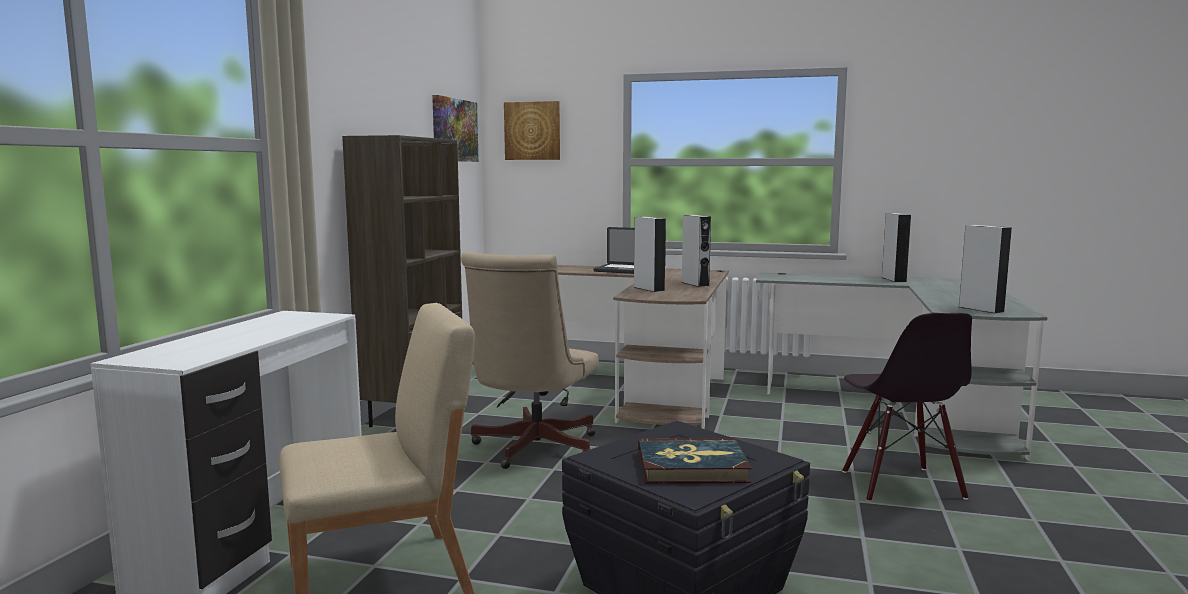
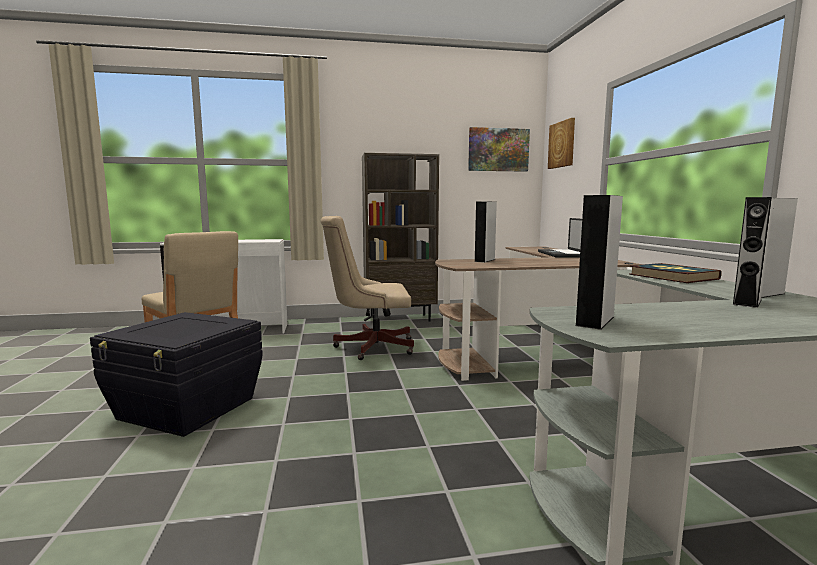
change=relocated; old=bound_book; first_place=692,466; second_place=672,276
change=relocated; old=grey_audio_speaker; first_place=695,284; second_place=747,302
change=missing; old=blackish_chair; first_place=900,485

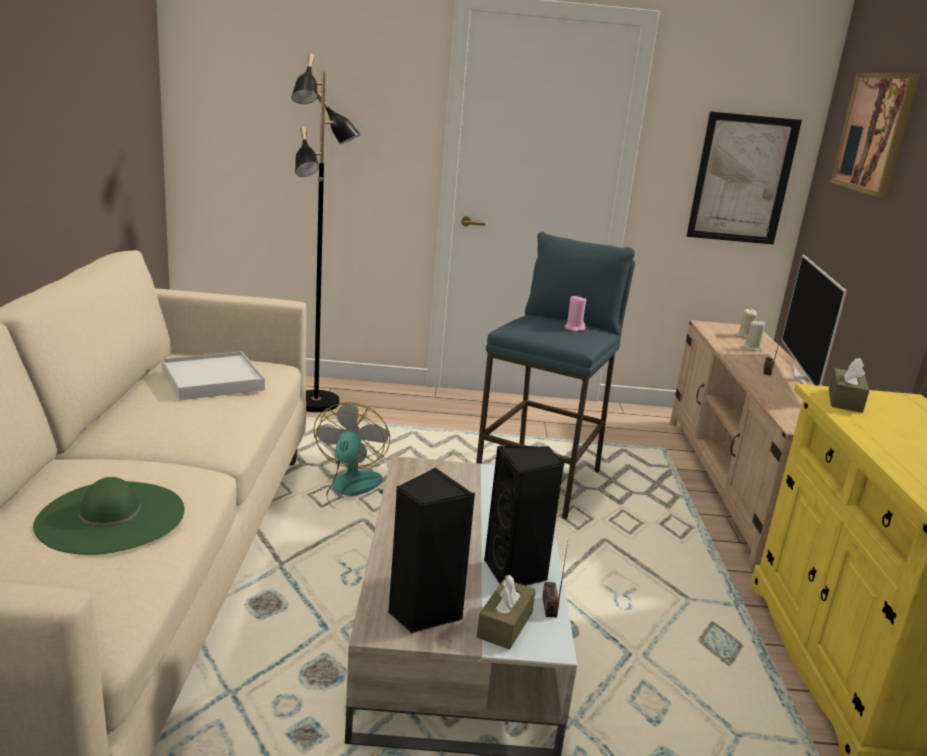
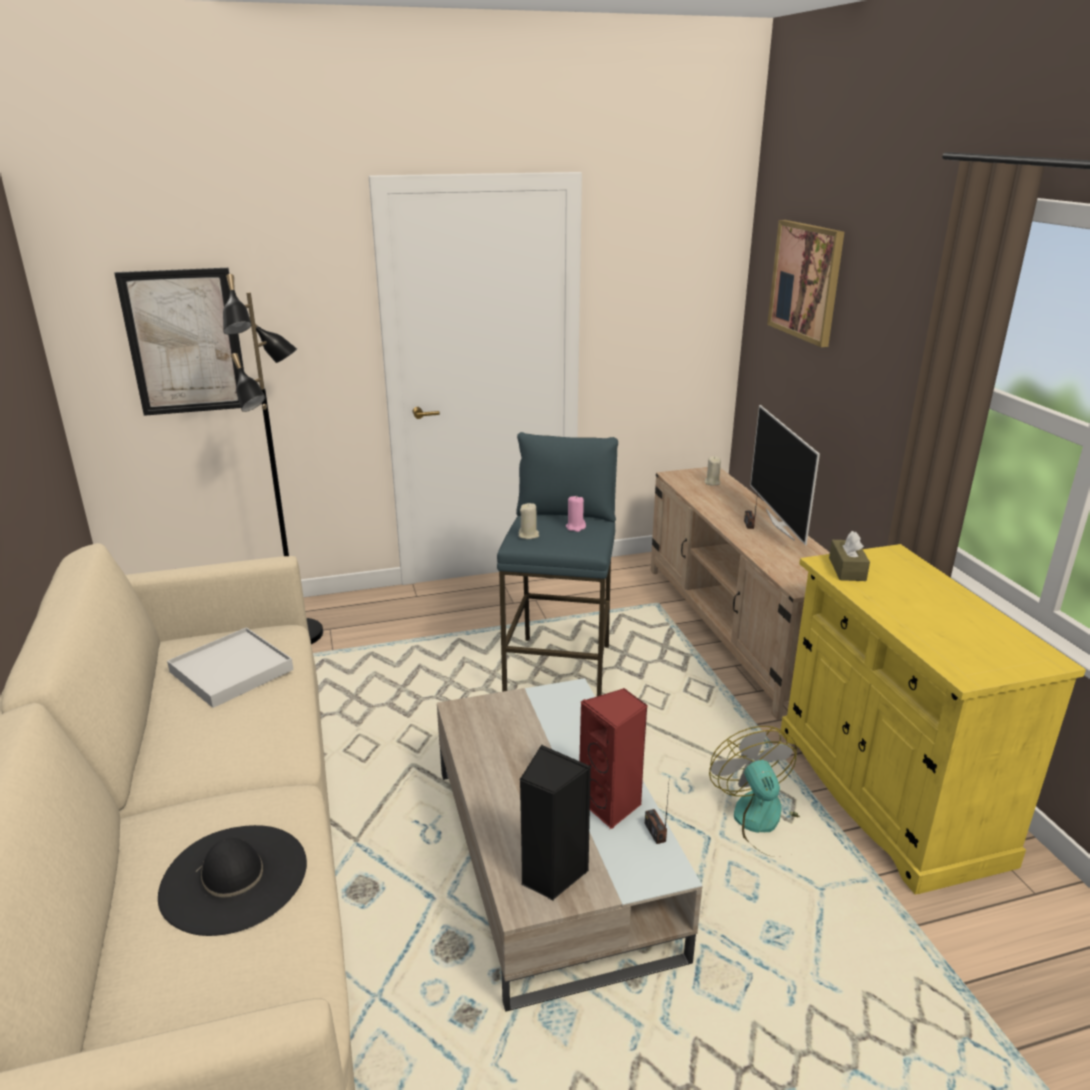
change=relocated; old=picture; first_place=742,179; second_place=185,342
change=colour; old=green_clothing_hat; new=blackish_clothing_hat; first_place=111,517; second_place=234,878
change=relocated; old=sand-coloured_candle; first_place=752,348; second_place=529,535
change=colour; old=blackish_audio_speaker; new=red_audio_speaker; first_place=516,573; second_place=612,805
change=relocated; old=fan; first_place=354,492; second_place=765,823
change=missing; old=brown_tissue_holder; first_place=505,624

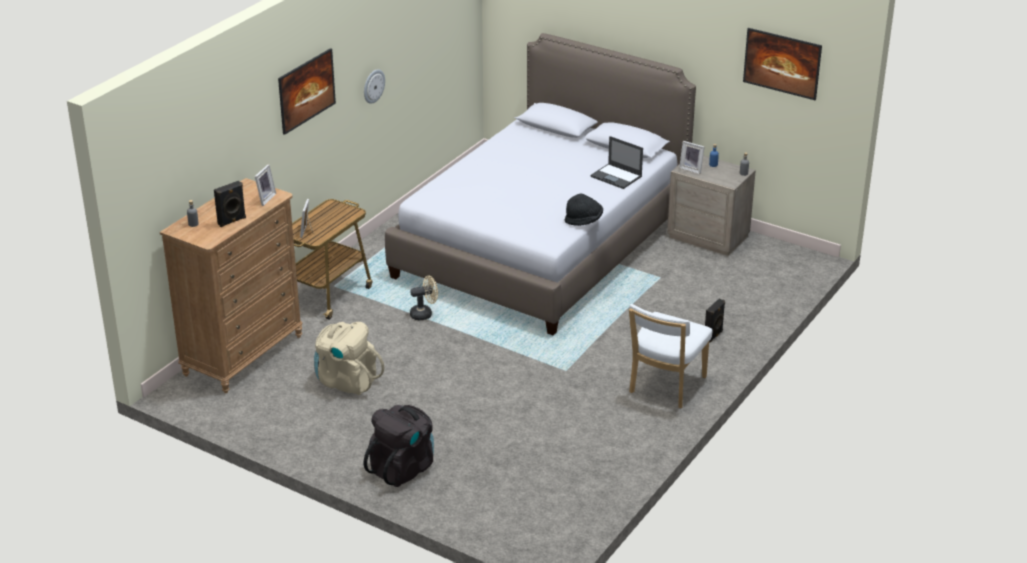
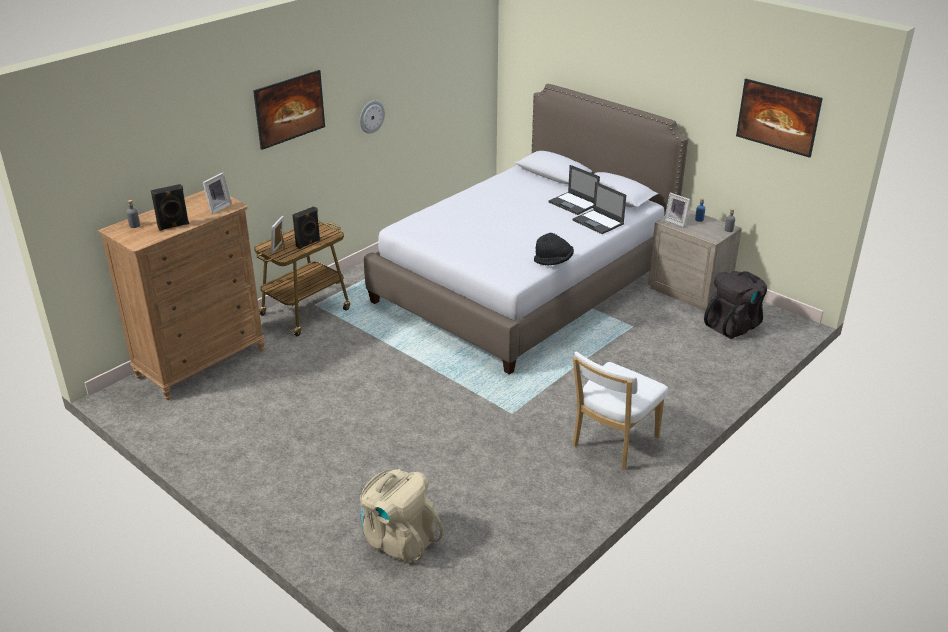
change=relocated; old=blackish_audio_speaker; first_place=713,336; second_place=308,243
change=relocated; old=sand-coloured_rucksack; first_place=346,381; second_place=398,540
change=appeared; new=laptop; second_place=573,204
change=relocated; old=blackish_rucksack; first_place=403,468; second_place=733,325
change=missing; old=sand-coloured_fan; first_place=424,314

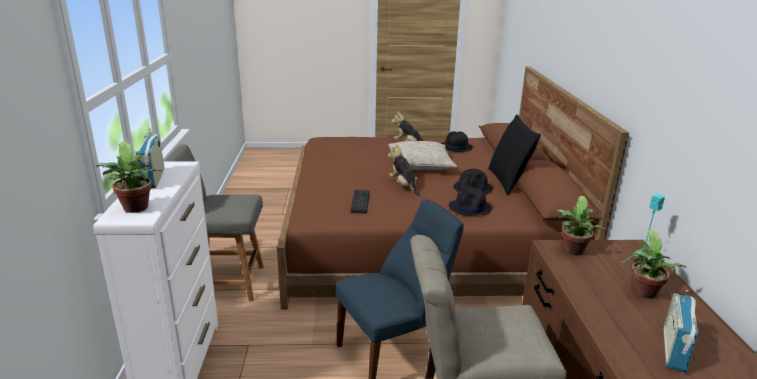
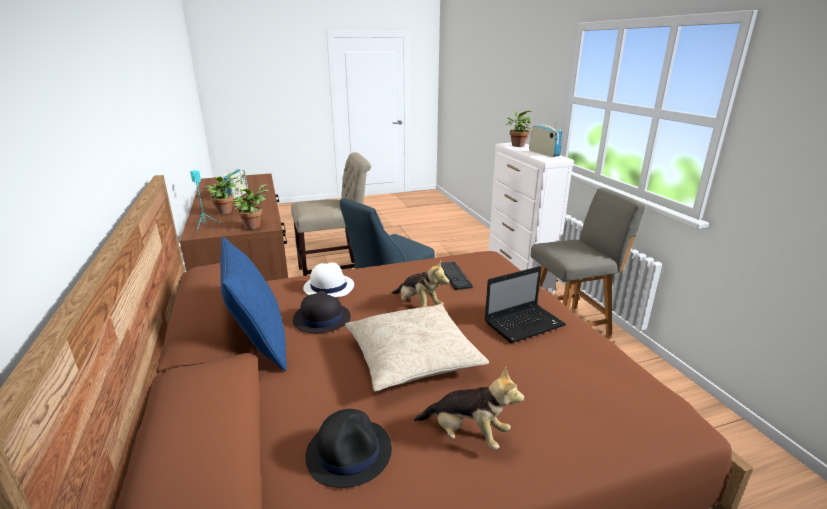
change=colour; old=blackish_pillow; new=blue-coloured_pillow; first_place=508,181; second_place=259,344
change=colour; old=blackish_clothing_hat; new=white_clothing_hat; first_place=470,208; second_place=328,287
change=appeared; new=laptop; second_place=525,323

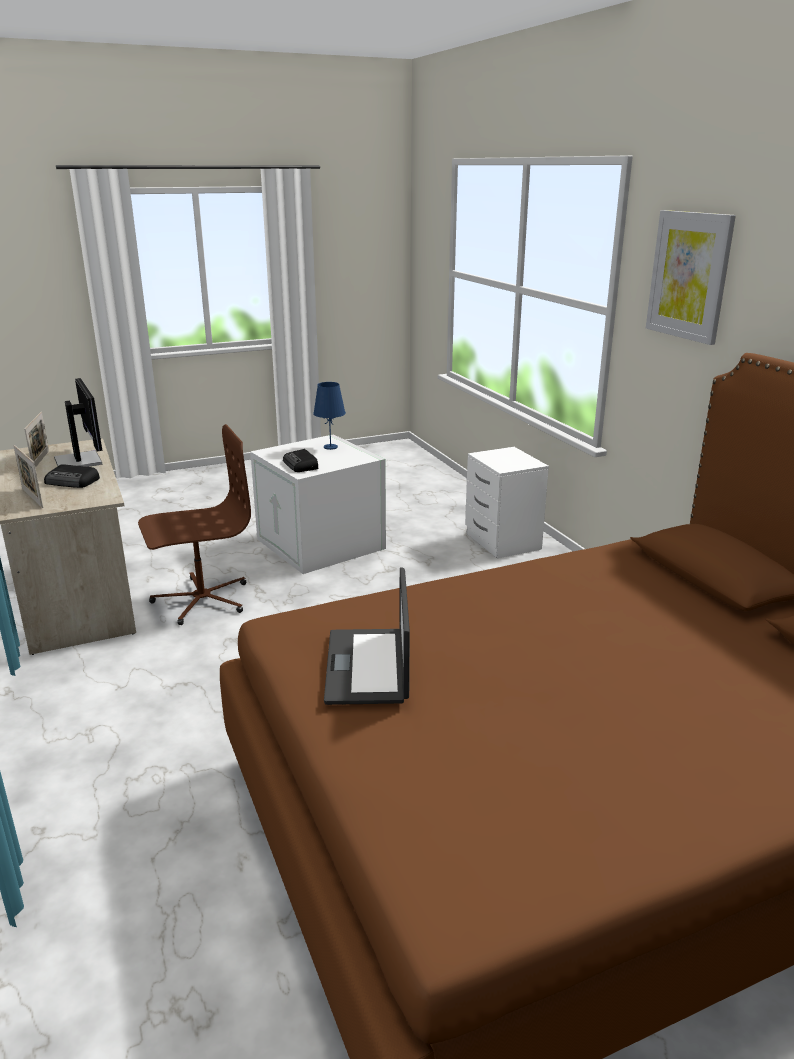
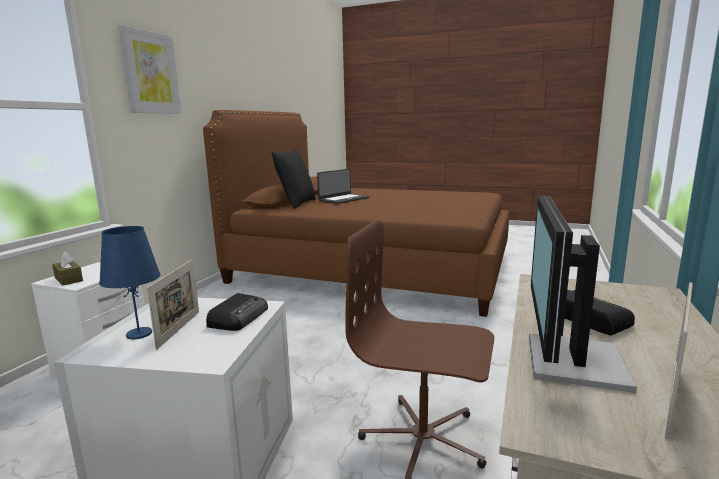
change=appeared; new=brown_tissue_holder; second_place=68,279
change=relocated; old=photo_frame; first_place=32,498; second_place=179,329
change=appeared; new=blackish_pillow; second_place=296,204
change=relocated; old=laptop; first_place=369,666; second_place=343,199

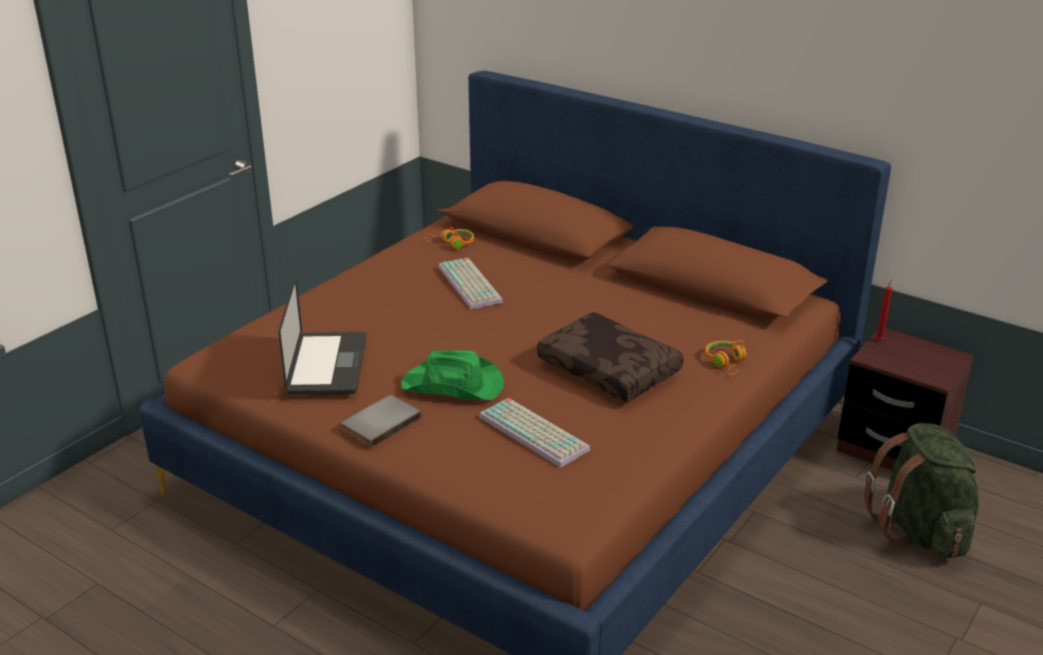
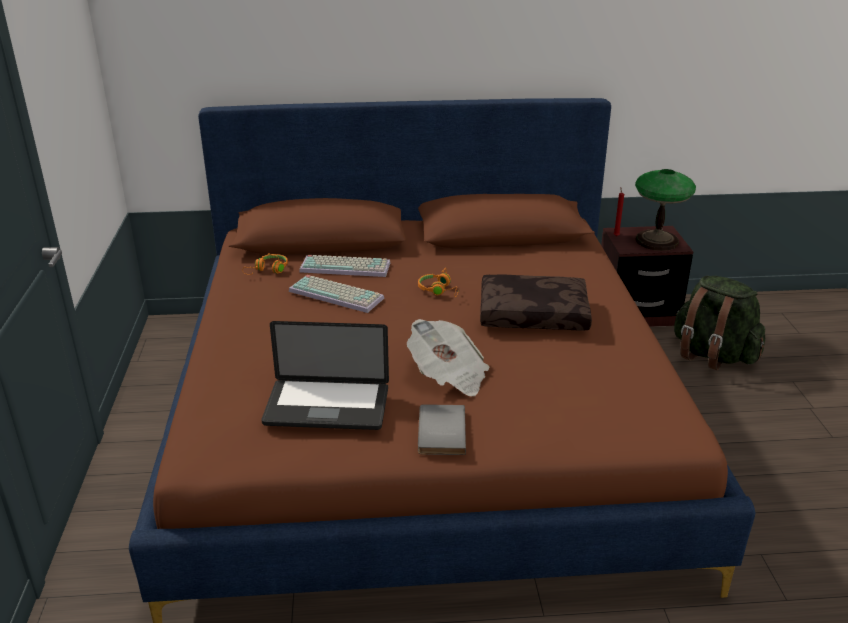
change=spun; old=laptop; first_place=327,365; second_place=327,406; degrees=135
change=relocated; old=PC_keyboard; first_place=536,433; second_place=346,266
change=exchanged; old=green_clothing_hat; new=daily_paper; first_place=454,386; second_place=448,375
change=relocated; old=orange_headphones; first_place=726,363; second_place=439,290
change=appeared; new=tabletop_lamp; second_place=656,241

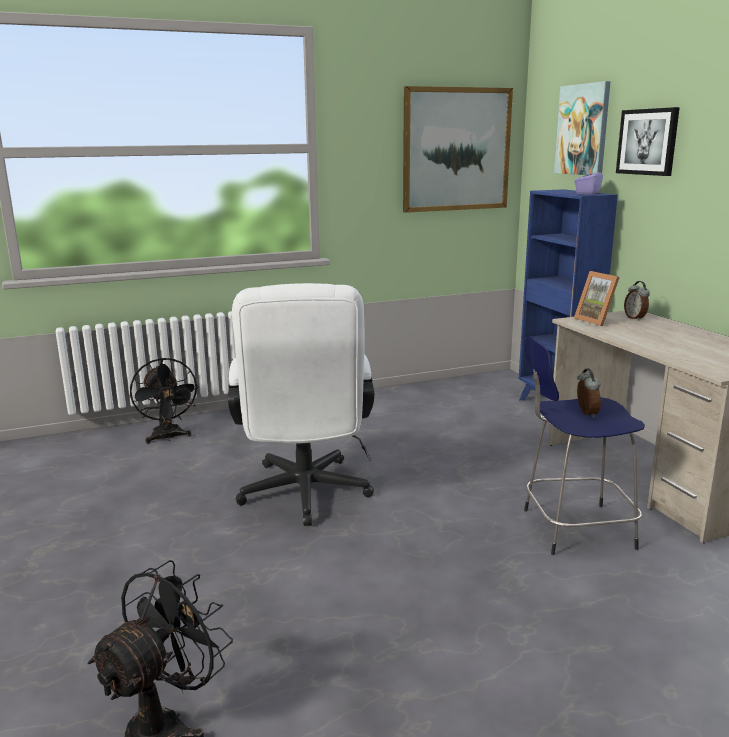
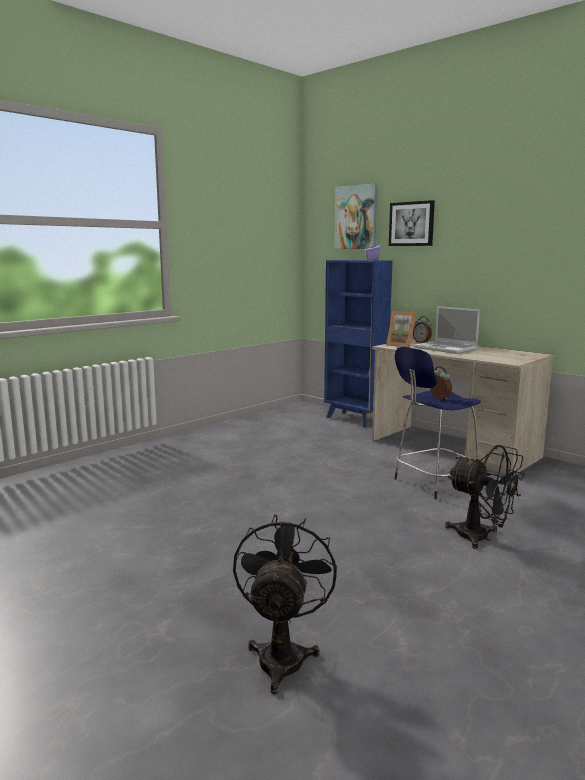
change=appeared; new=laptop; second_place=446,349
change=relocated; old=blackish_fan; first_place=168,438; second_place=481,538
change=missing; old=white_office_chair; first_place=304,497
change=missing; old=picture; first_place=456,150

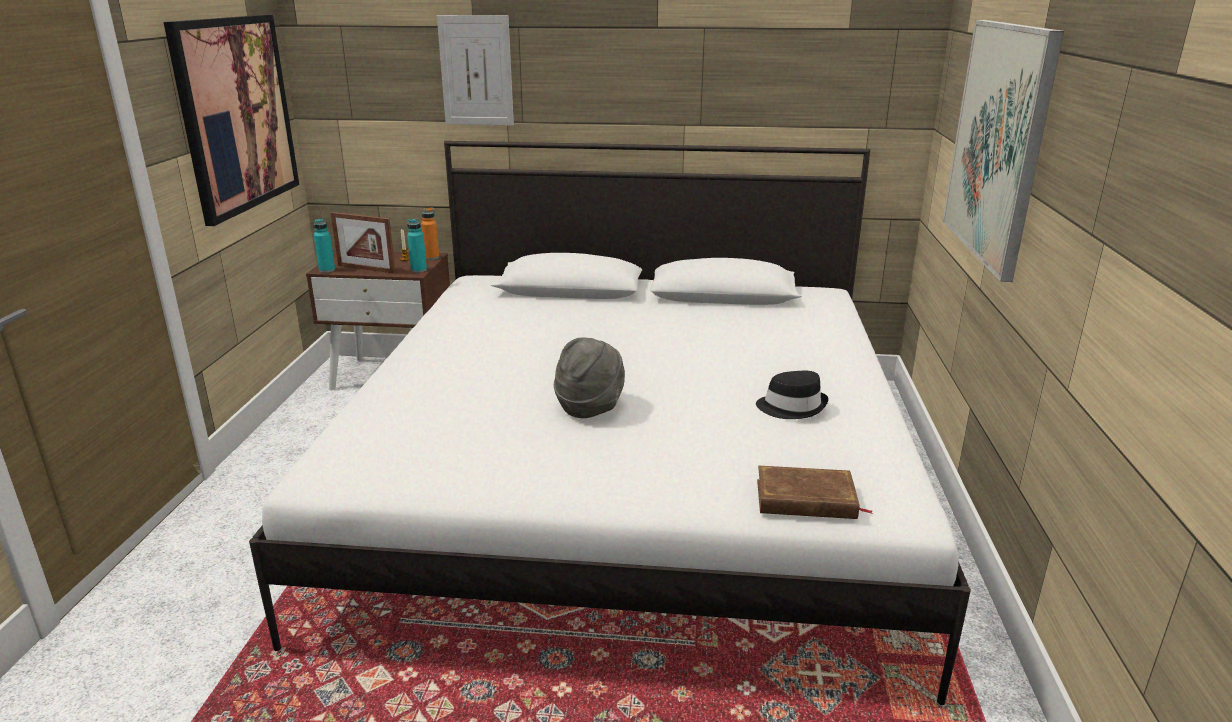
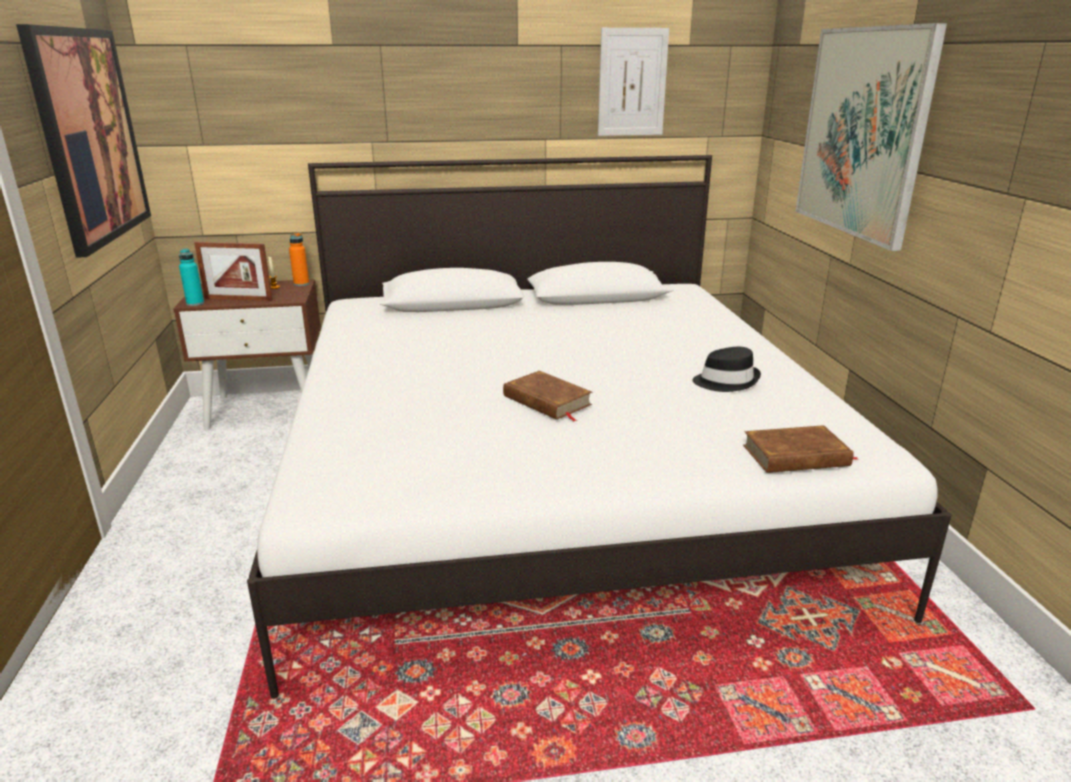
change=exchanged; old=grey_clothing_hat; new=brown_bound_book; first_place=590,406; second_place=547,401
change=relocated; old=picture; first_place=476,71; second_place=632,82
change=missing; old=turquoise_drink_bottle; first_place=419,270

